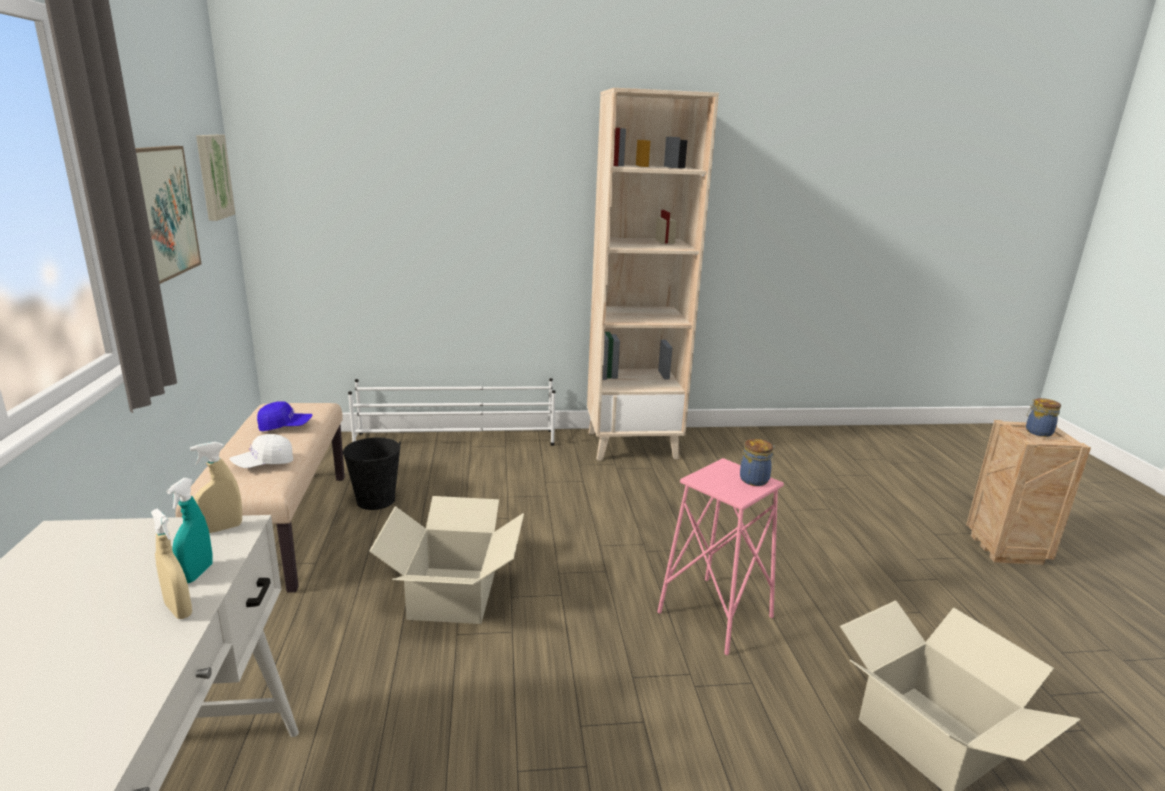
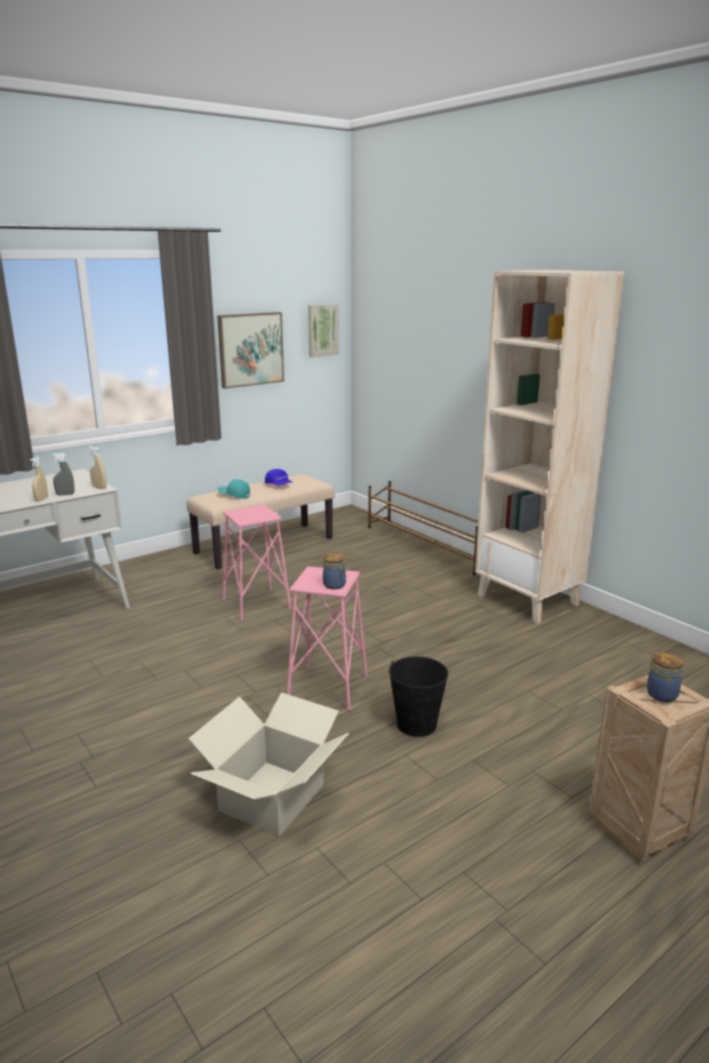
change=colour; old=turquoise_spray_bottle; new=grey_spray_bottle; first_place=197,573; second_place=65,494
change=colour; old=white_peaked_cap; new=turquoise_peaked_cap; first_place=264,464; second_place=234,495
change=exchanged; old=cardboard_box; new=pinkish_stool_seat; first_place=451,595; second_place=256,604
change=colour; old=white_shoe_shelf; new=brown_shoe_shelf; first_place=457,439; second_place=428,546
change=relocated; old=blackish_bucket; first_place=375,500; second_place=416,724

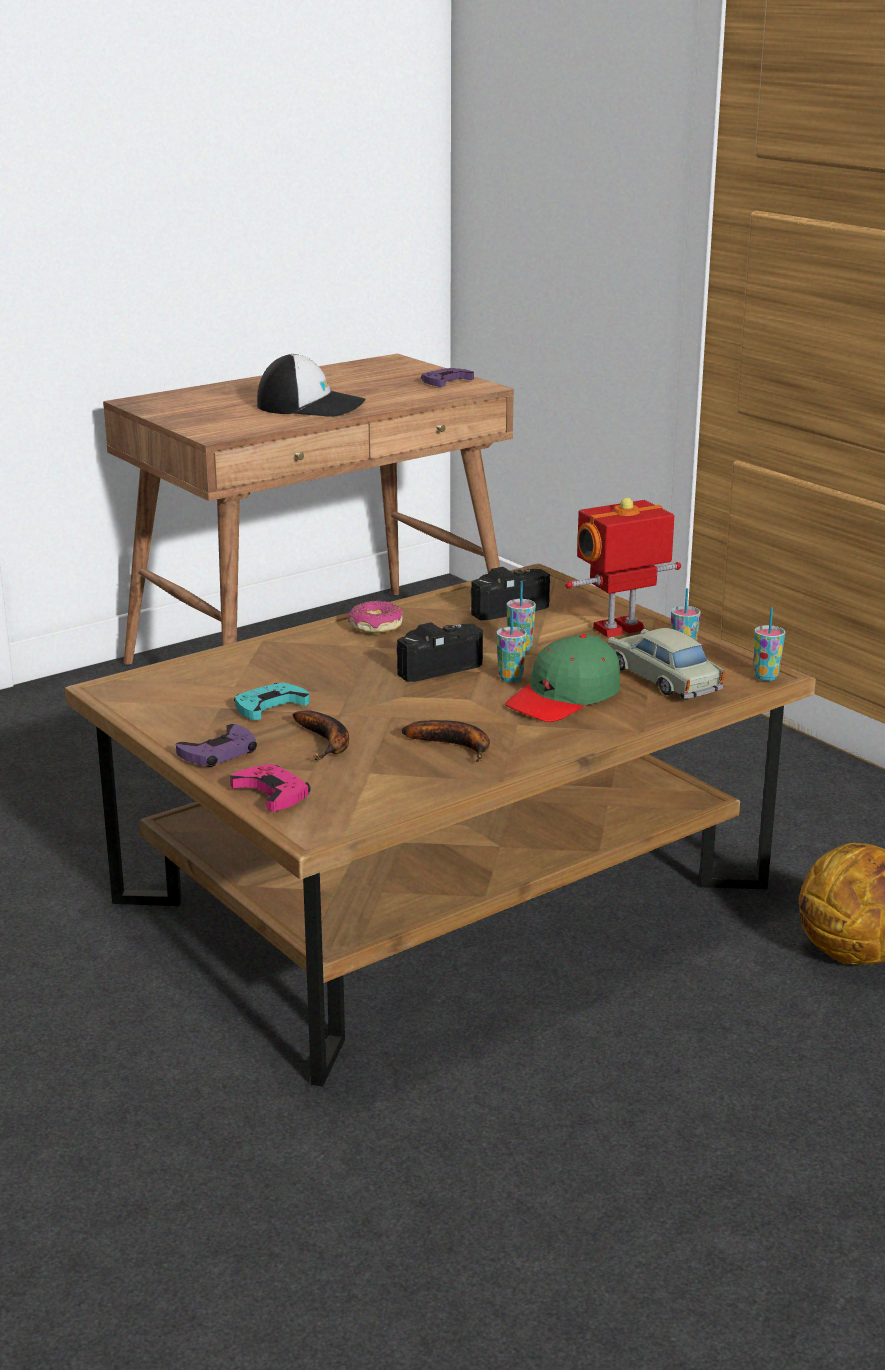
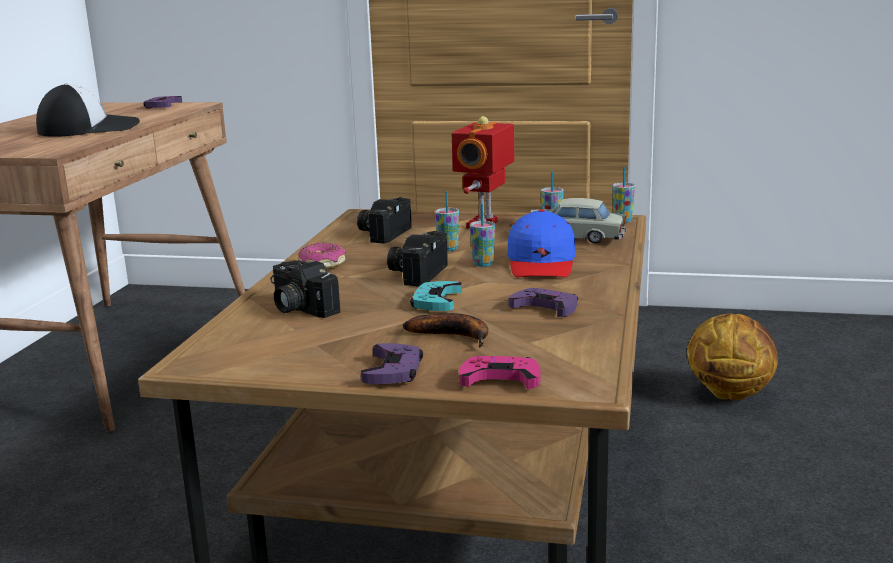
change=appeared; new=photo_camera; second_place=299,308
change=relocated; old=turquoise_game_controller; first_place=269,706; second_place=436,301
change=colour; old=green_peaked_cap; new=blue-coloured_peaked_cap; first_place=564,697; second_place=541,263
change=exchanged; old=banana; new=purple-coloured_game_controller; first_place=455,746; second_place=545,307

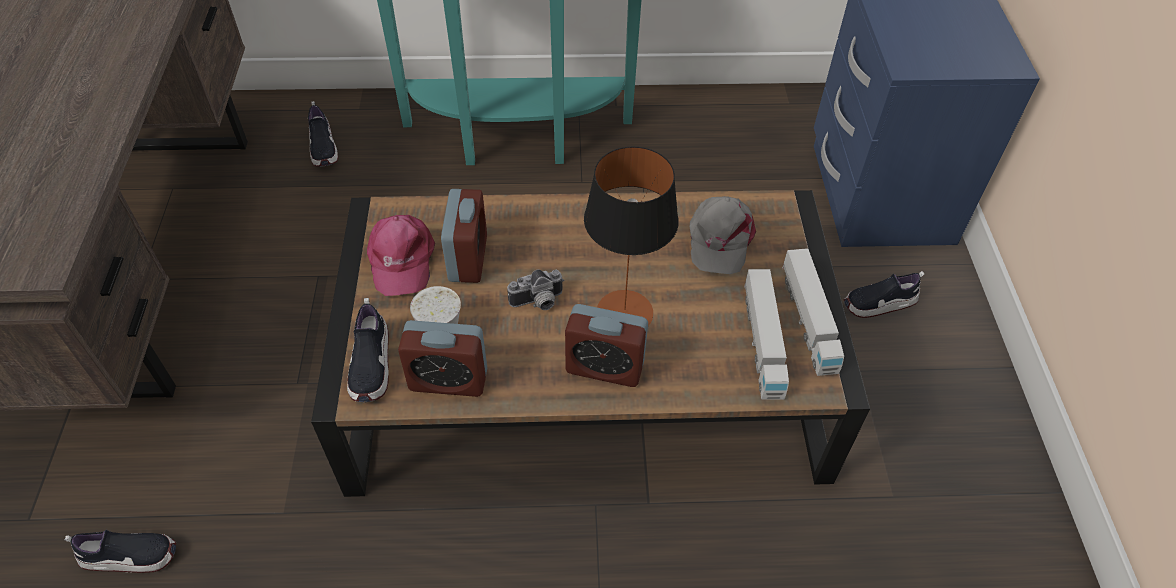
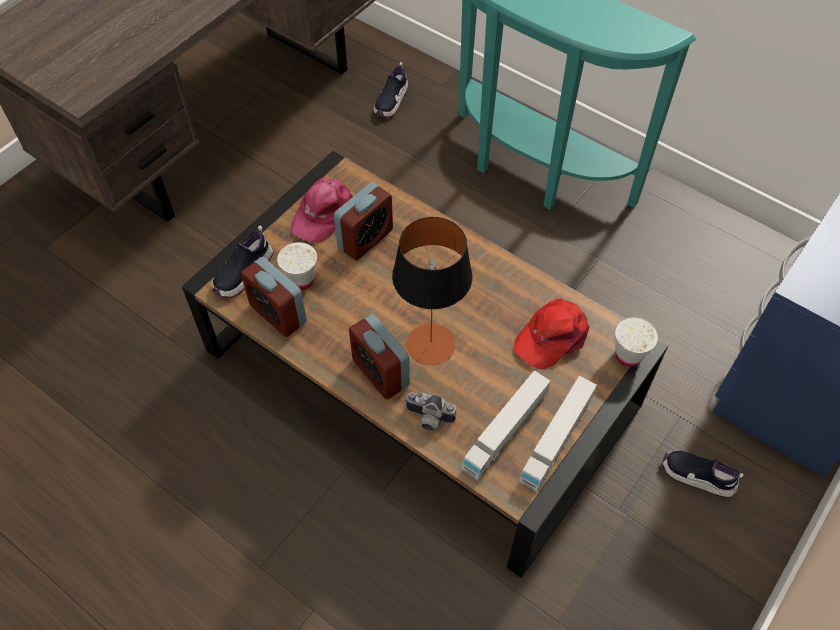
change=relocated; old=photo_camera; first_place=538,302; second_place=428,419
change=colour; old=grey_peaked_cap; new=red_peaked_cap; first_place=719,239; second_place=552,336
change=appeared; new=white_small_cup; second_place=628,355
change=missing; old=shoe; first_place=130,556

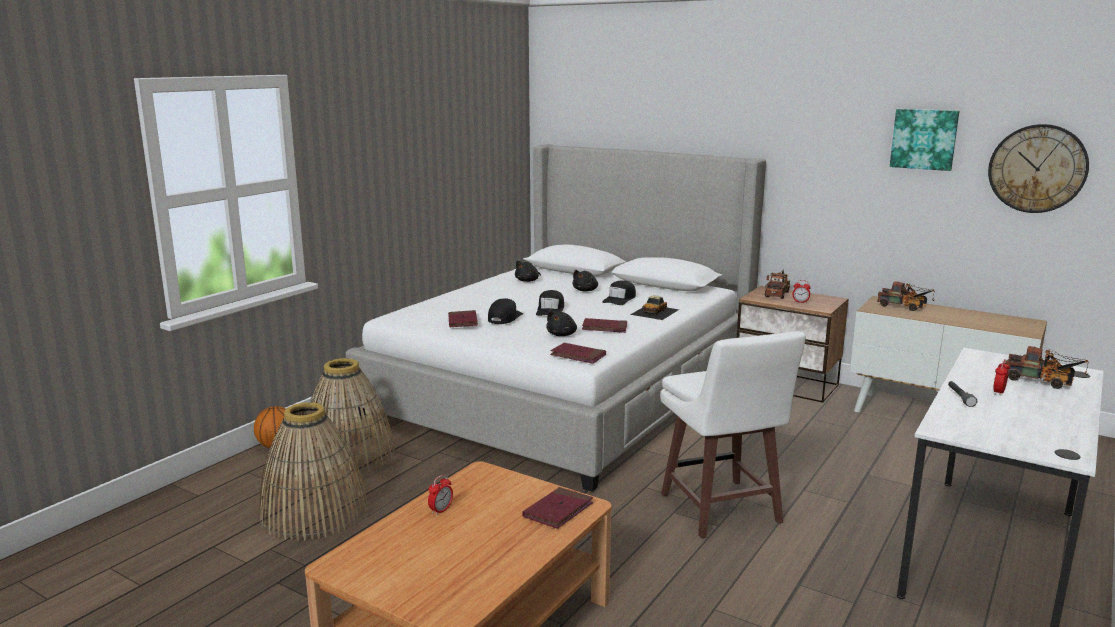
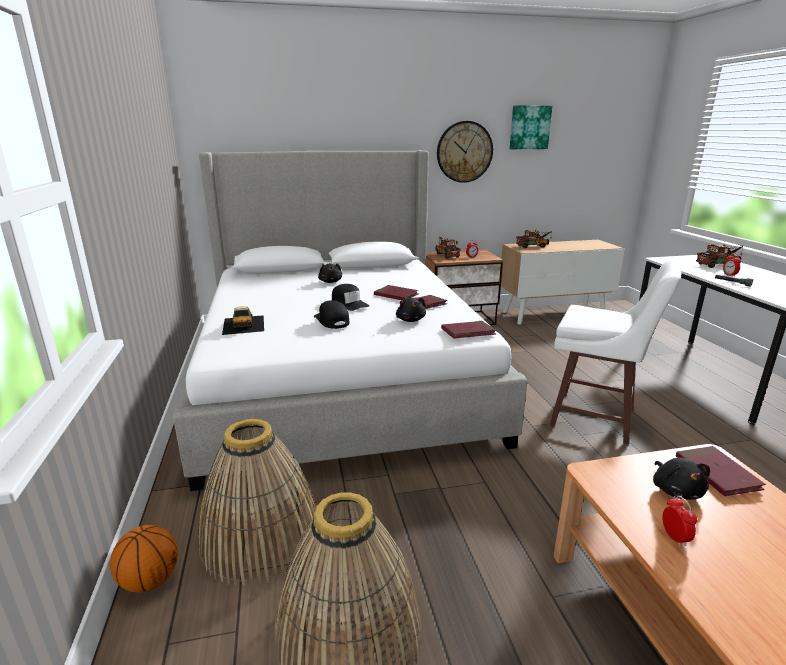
change=relocated; old=toy_car; first_place=655,312; second_place=244,324
change=relocated; old=red_bound_book; first_place=462,321; second_place=396,295
change=relocated; old=hanging_clock; first_place=1037,168; second_place=464,152
change=relocated; old=blackish_cuddly_toy; first_place=528,281; second_place=676,490
change=missing; old=blackish_peaked_cap; first_place=620,299

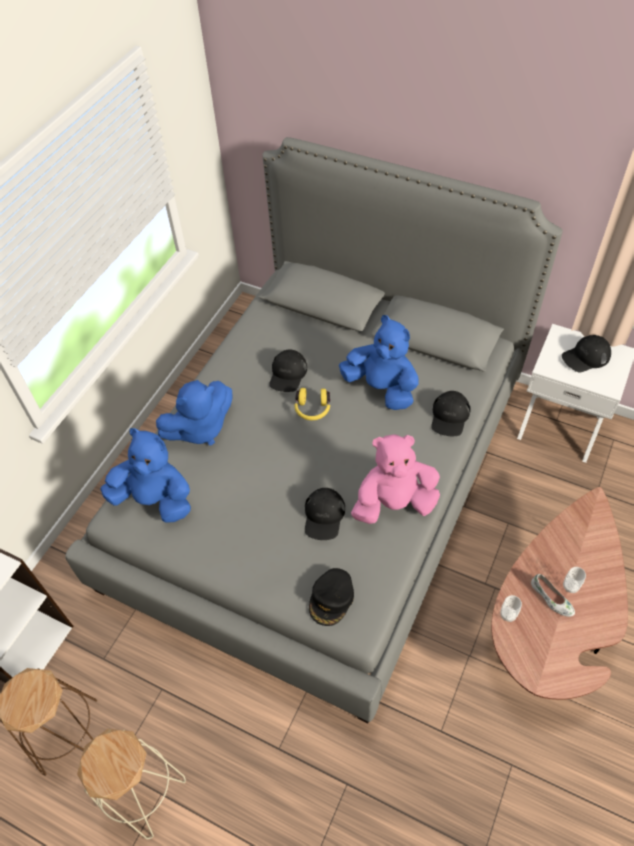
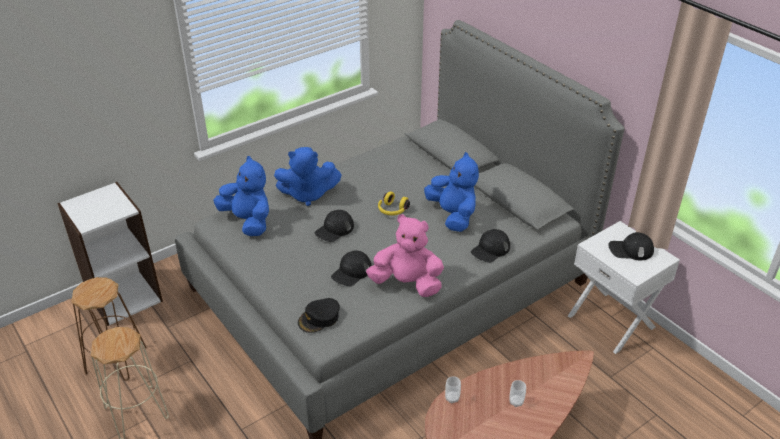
change=relocated; old=blackish_peaked_cap; first_place=288,374; second_place=334,229
change=missing; old=white_shoe; first_place=551,598

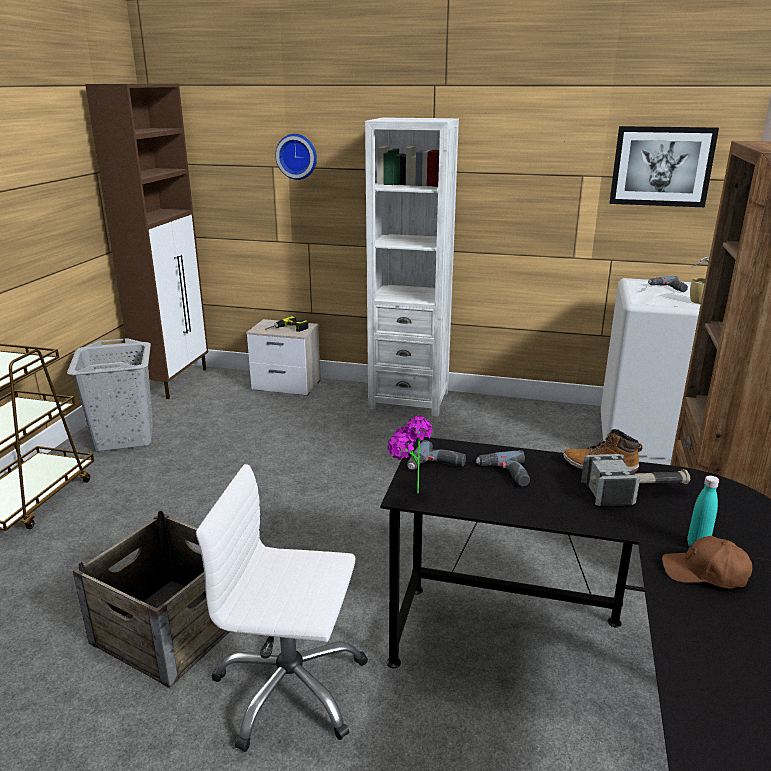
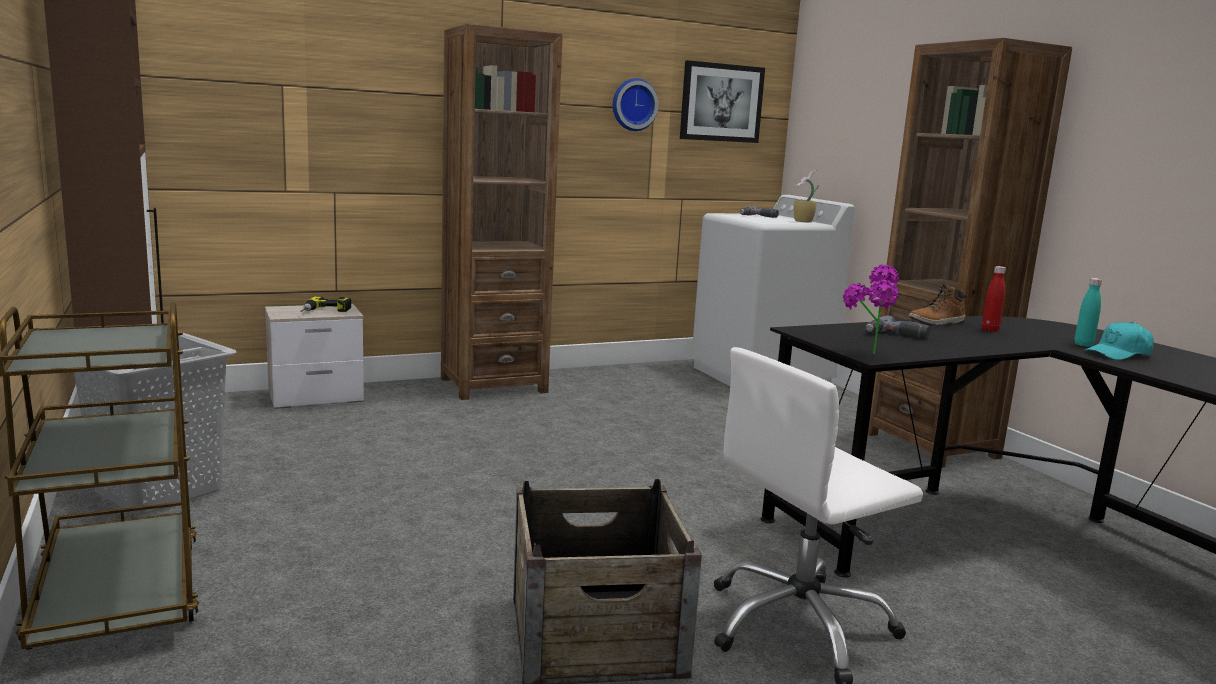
change=colour; old=white_bookshelf; new=brown_bookshelf; first_place=409,400; second_place=493,385
change=relocated; old=hanging_clock; first_place=297,156; second_place=633,104
change=exchanged; old=tool_hammer; new=red_drink_bottle; first_place=636,492; second_place=990,330
change=colour; old=brown_peaked_cap; new=turquoise_peaked_cap; first_place=705,573; second_place=1118,354
change=missing; old=drill; first_place=436,465

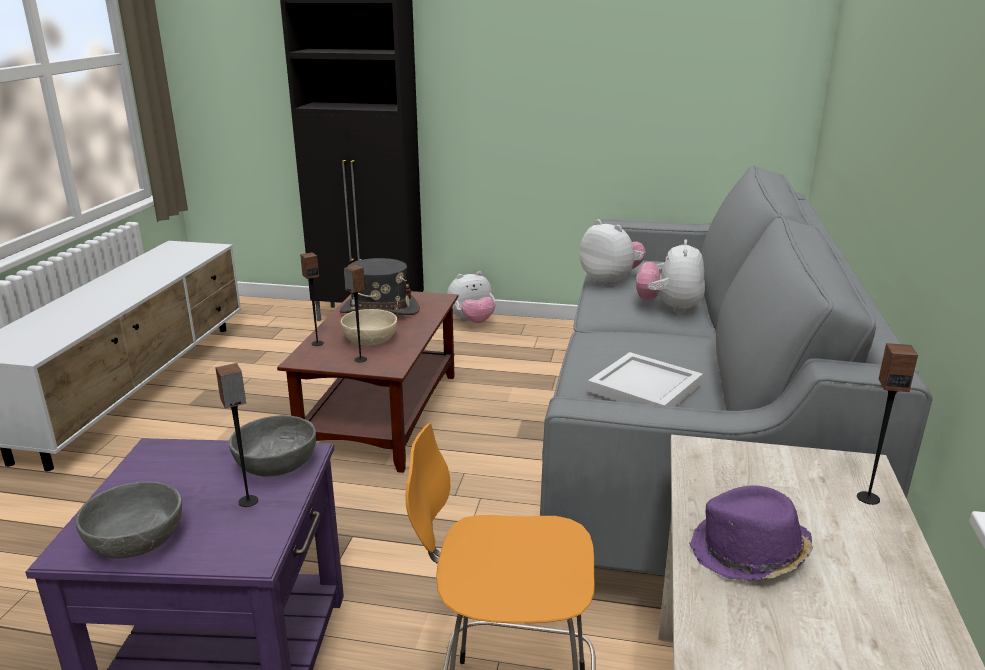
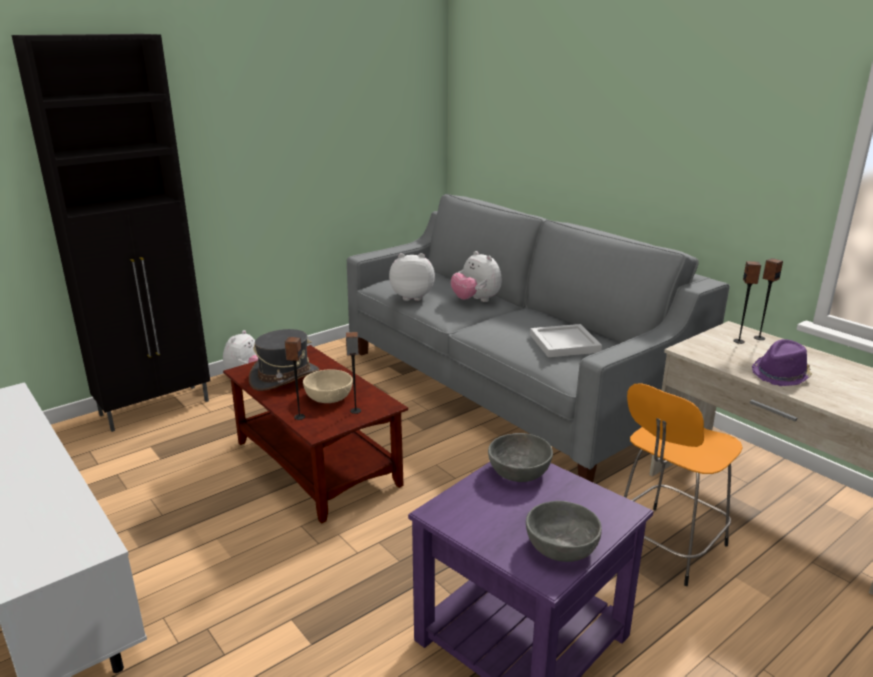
change=relocated; old=audio_speaker; first_place=248,501; second_place=739,341

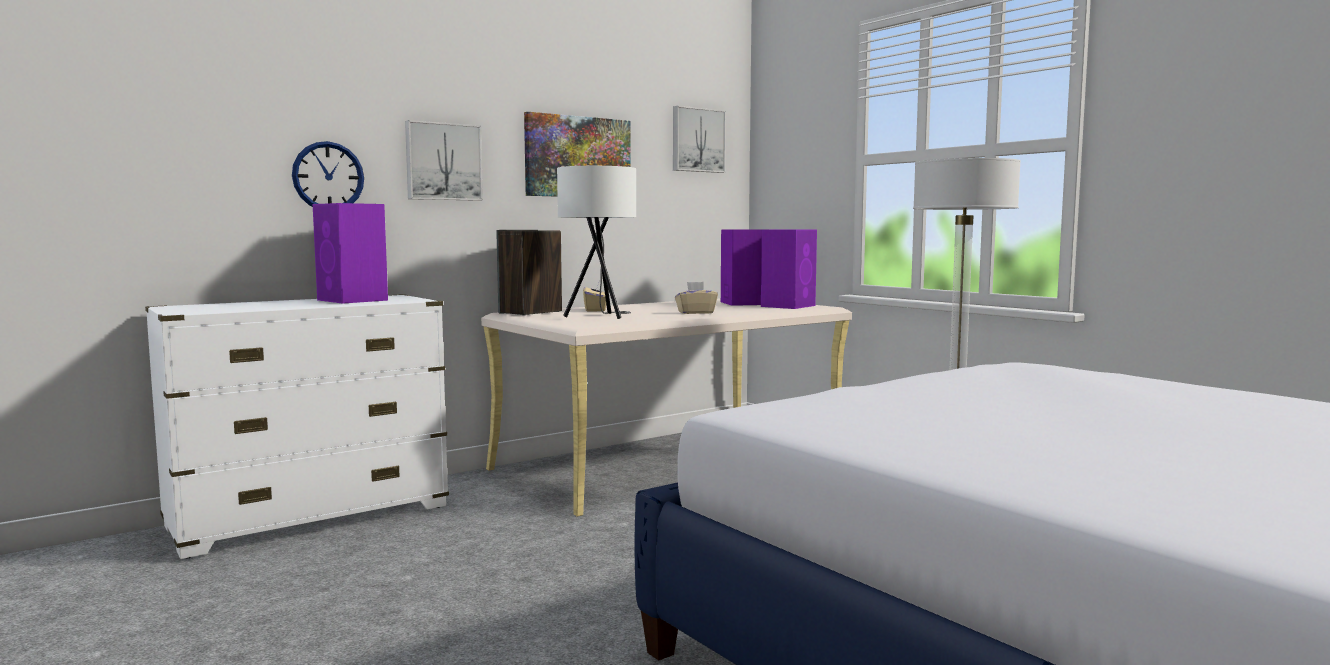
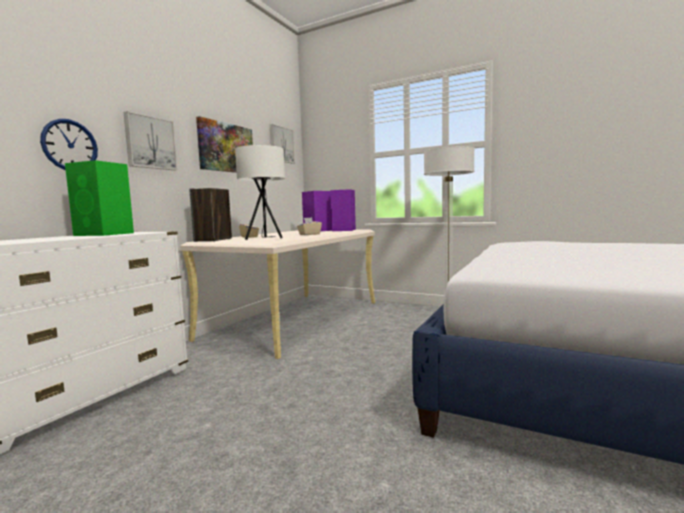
change=colour; old=purple-coloured_audio_speaker; new=green_audio_speaker; first_place=353,300; second_place=105,234

